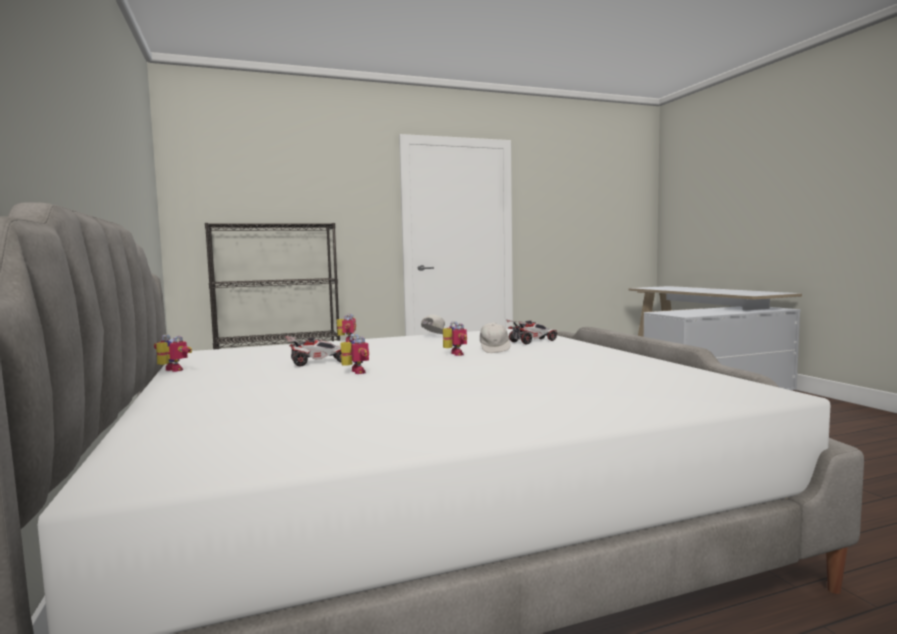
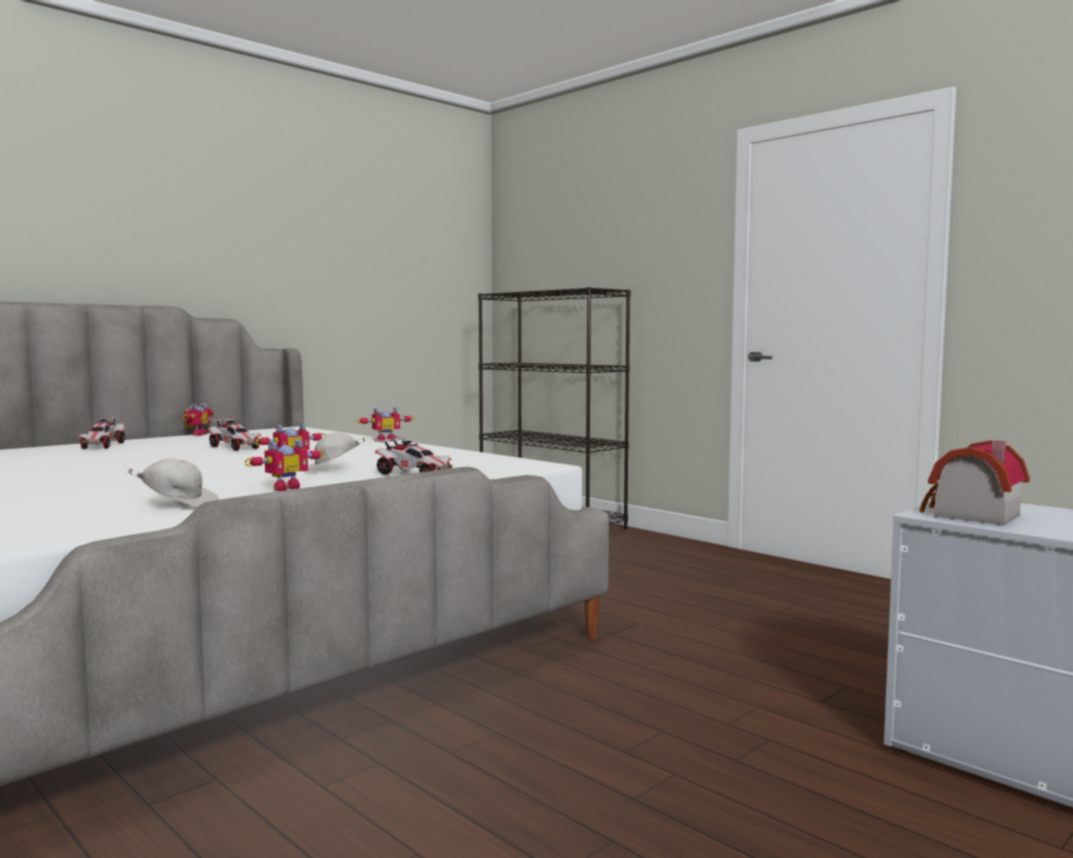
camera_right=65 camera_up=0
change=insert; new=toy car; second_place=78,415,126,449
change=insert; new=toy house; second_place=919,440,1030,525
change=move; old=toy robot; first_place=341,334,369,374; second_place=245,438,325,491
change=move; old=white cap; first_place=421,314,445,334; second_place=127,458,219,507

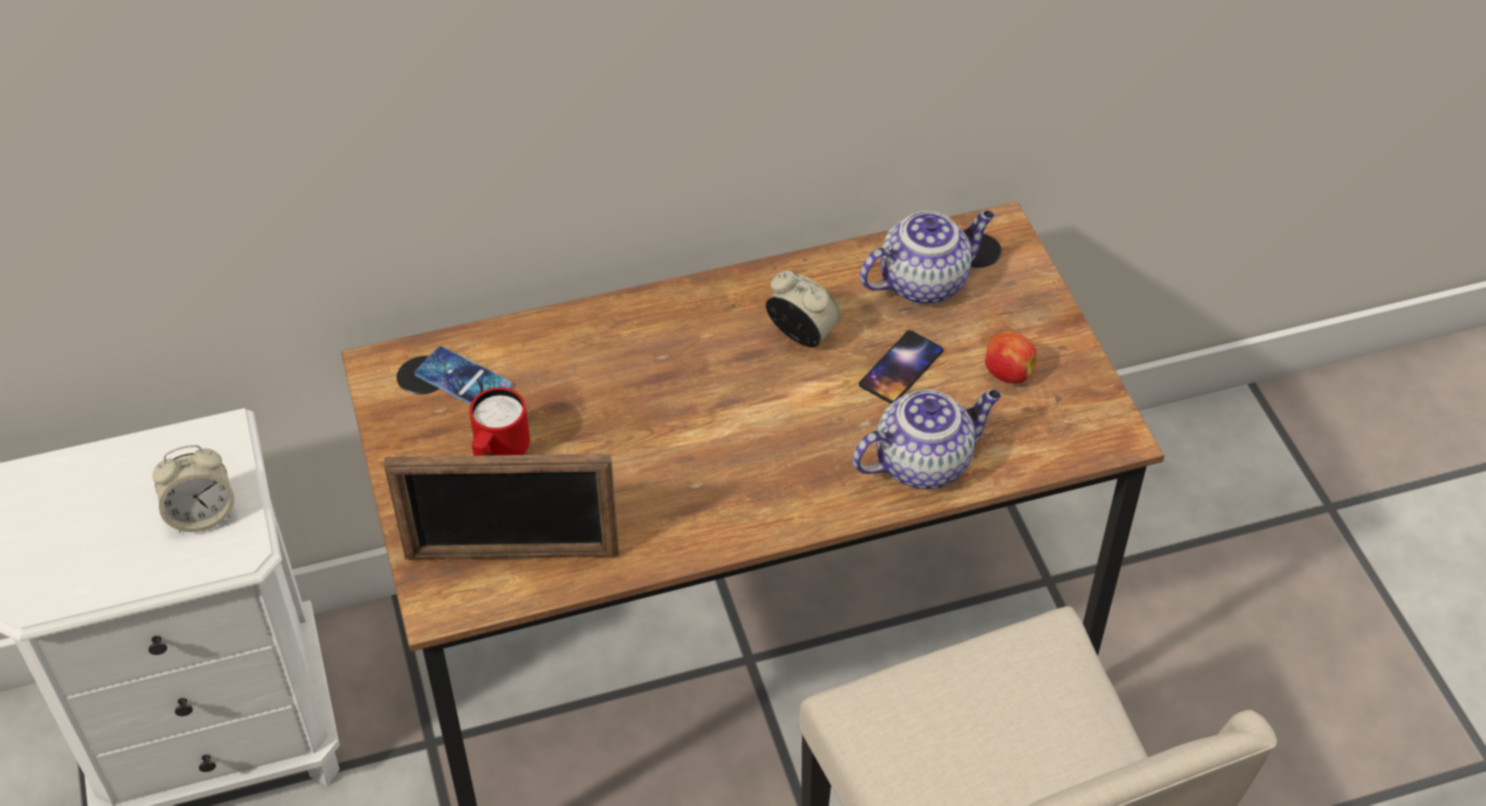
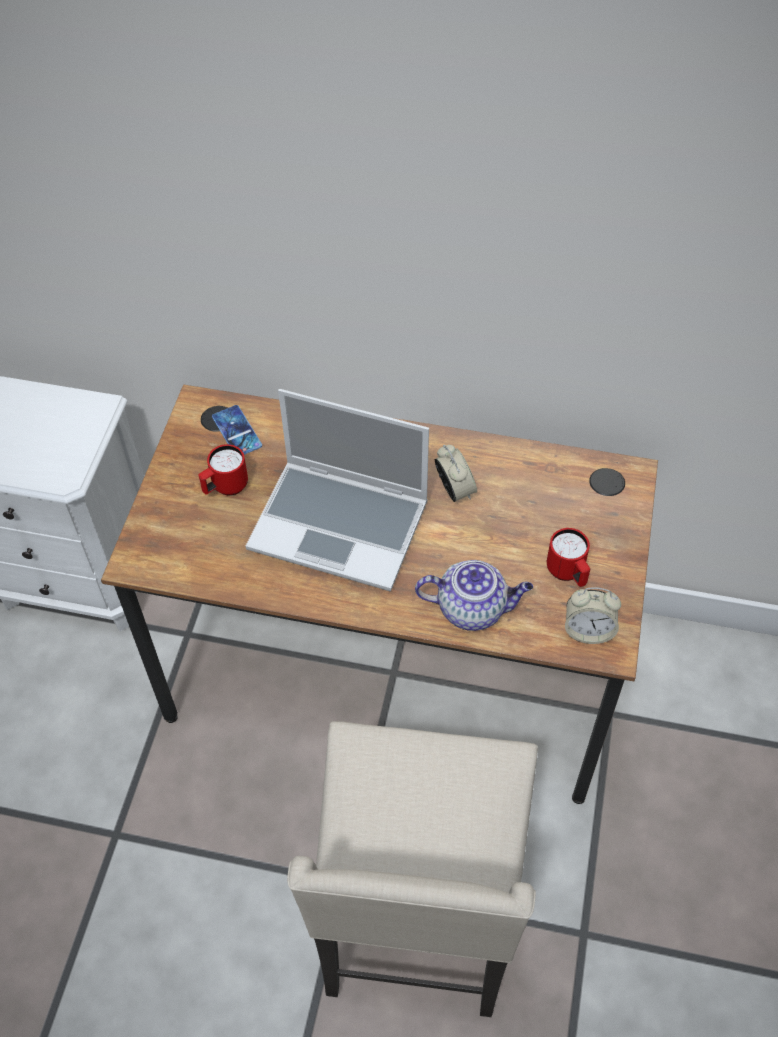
camera_right=30 camera_up=5
change=delete; old=picture frame; first_place=384,454,619,560
change=delete; old=phone; first_place=859,330,943,404
change=delete; old=teapot; first_place=860,211,994,305
change=insert; new=laptop; second_place=246,389,429,591
change=move; old=alarm clock; first_place=152,445,234,533; second_place=565,587,621,644
change=replace; old=apple; new=red mug; first_place=985,331,1037,384; second_place=547,528,590,587

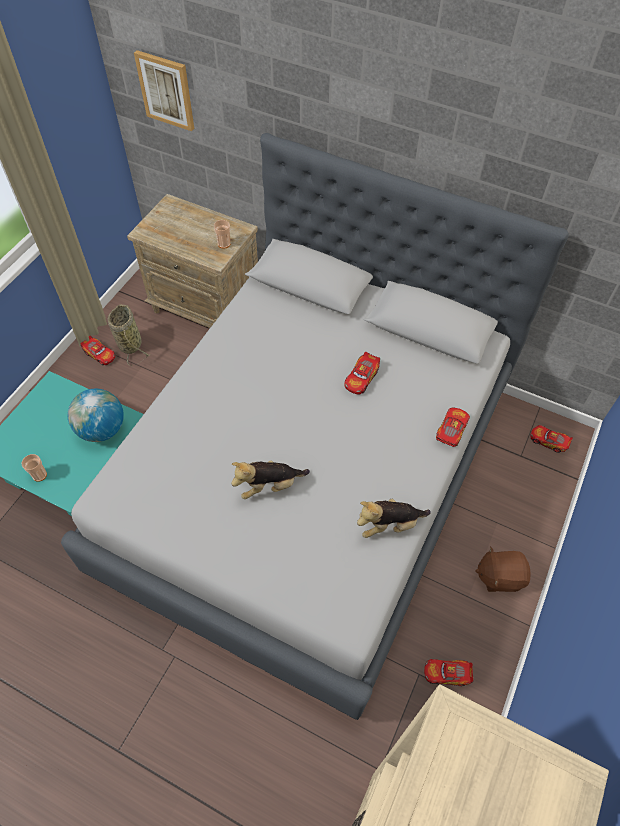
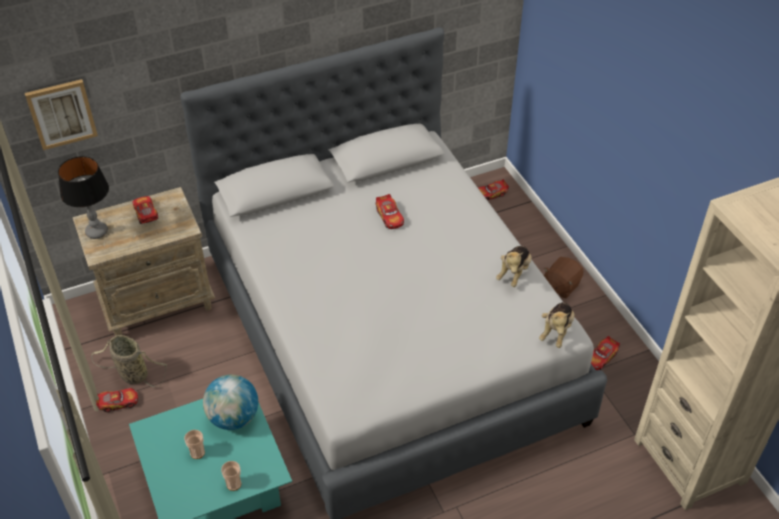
camera_right=-50 camera_up=-10
change=insert; new=table lamp; second_place=58,156,109,239
change=move; old=cup; first_place=214,220,230,249; second_place=184,430,205,459
change=move; old=plush toy; first_place=231,460,310,499; second_place=539,302,574,348
change=move; old=toy car; first_place=436,408,470,447; second_place=132,196,158,224

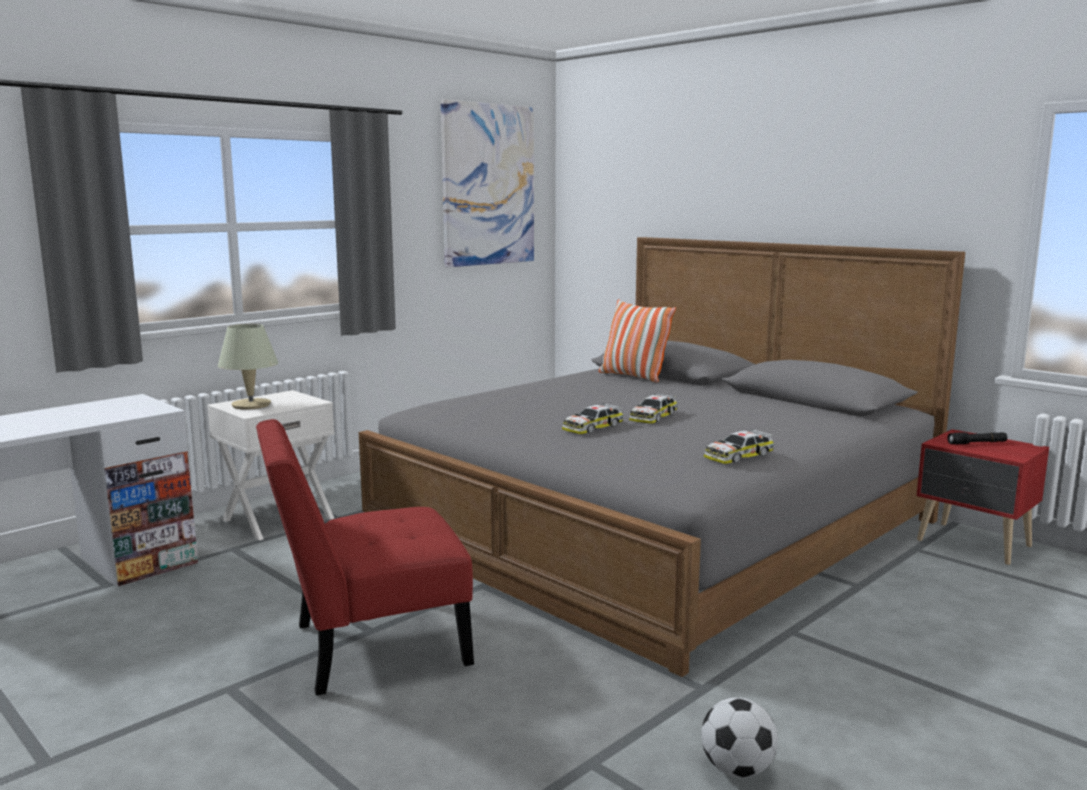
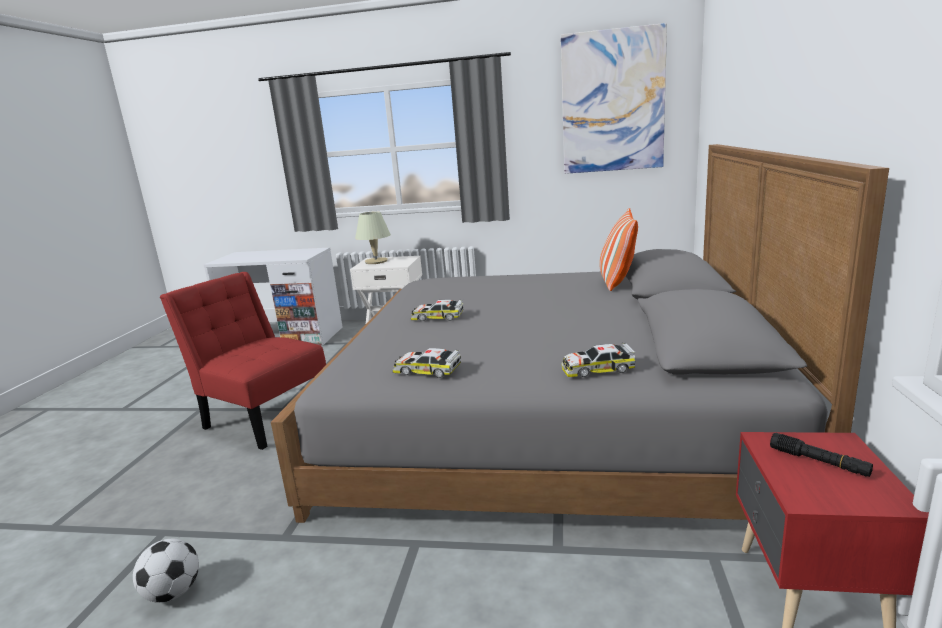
camera_right=55 camera_up=5
change=move; old=toy car; first_place=629,394,677,424; second_place=561,343,636,377

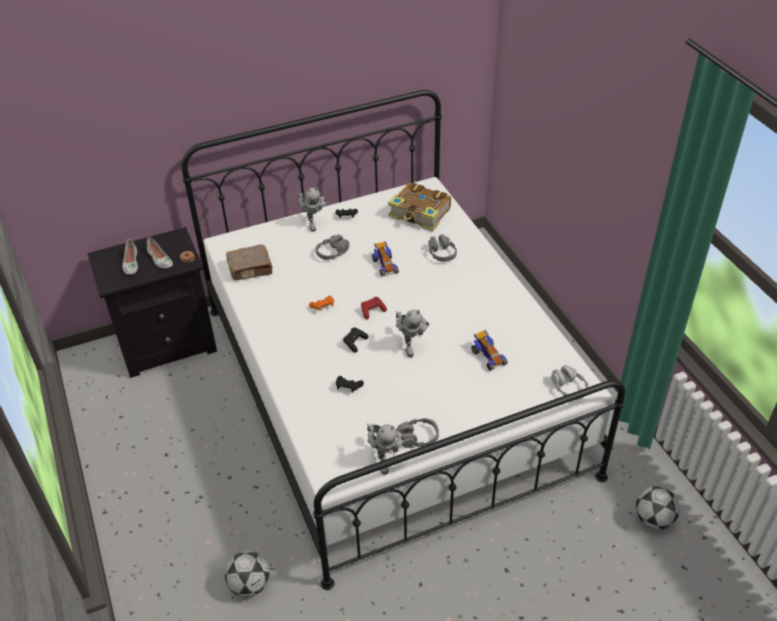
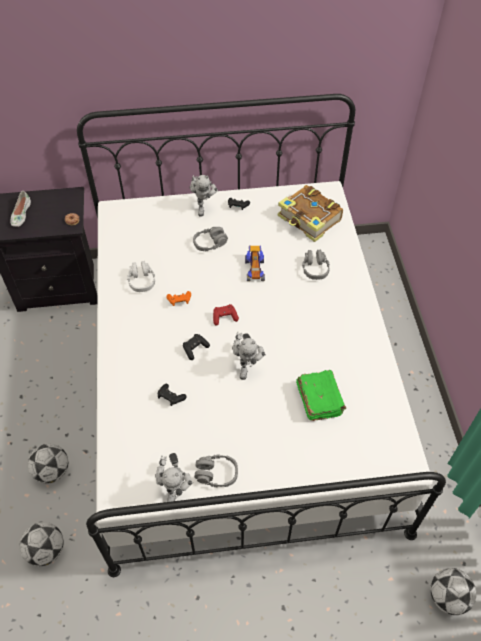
camera_right=15 camera_up=10
change=delete; old=white shoe; first_place=147,237,173,269
change=delete; old=brown book; first_place=226,244,273,280
change=insert; new=football; second_place=28,444,68,484
change=move; old=grey headphones; first_place=551,365,589,400; second_place=127,261,155,292
change=replace; old=toy car; new=green book; first_place=471,330,508,371; second_place=296,370,346,421

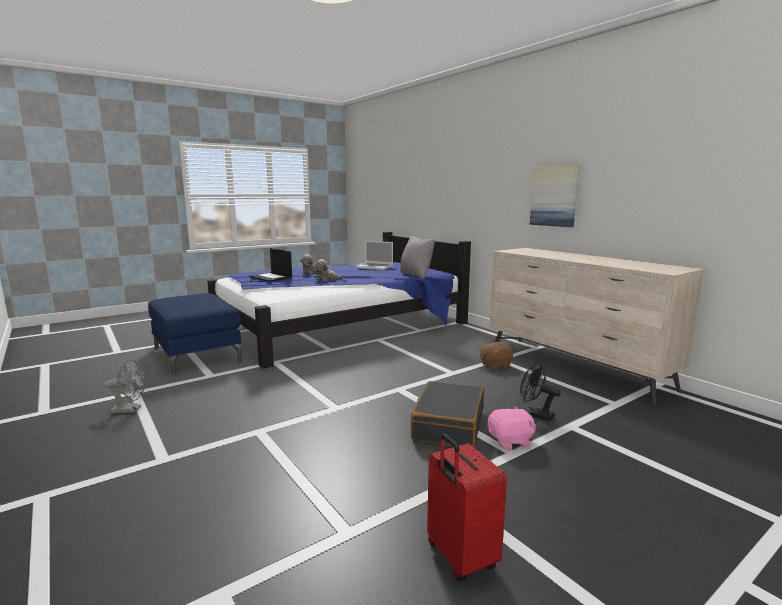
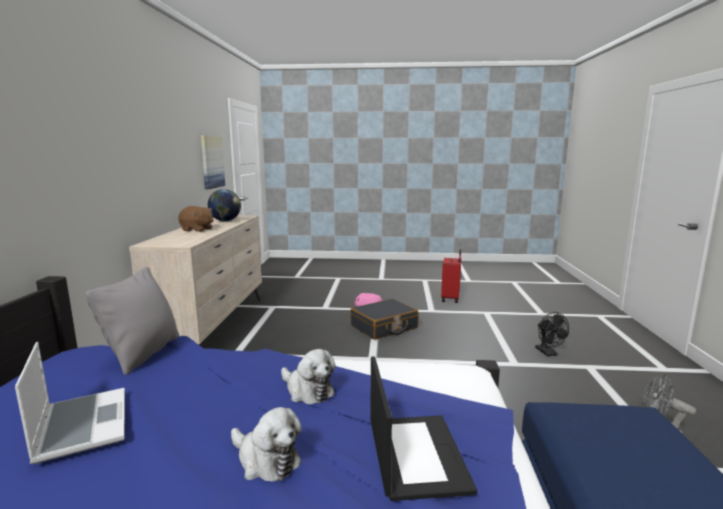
camera_right=-140 camera_up=0
change=insert; new=globe; second_place=208,189,241,221
change=move; old=brown plush toy; first_place=480,342,513,369; second_place=178,206,214,232
change=move; old=black fan; first_place=520,363,561,421; second_place=535,312,569,356
change=move; old=picture; first_place=530,165,579,227; second_place=200,135,225,189

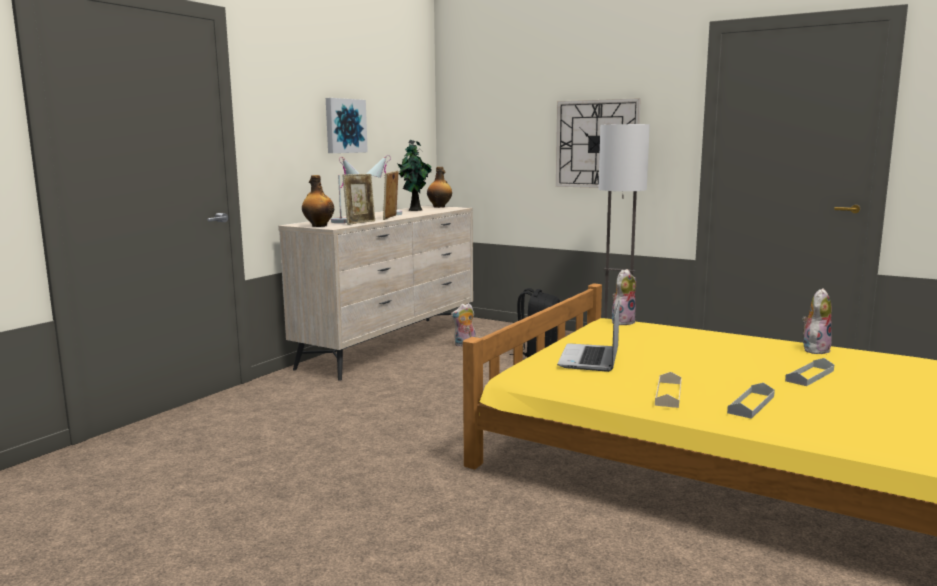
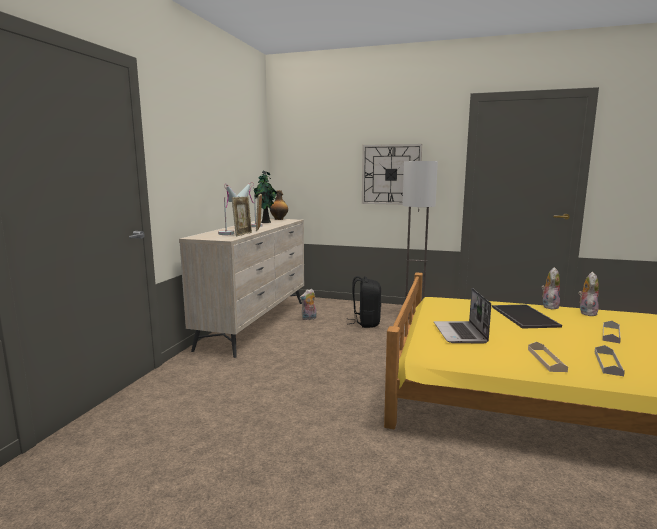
camera_right=-15 camera_up=0
change=delete; old=bottle; first_place=302,175,334,227
change=delete; old=picture; first_place=326,98,368,153
change=insert; new=tray; second_place=492,304,562,329
change=move; old=plush toy; first_place=612,269,636,325; second_place=541,267,560,309

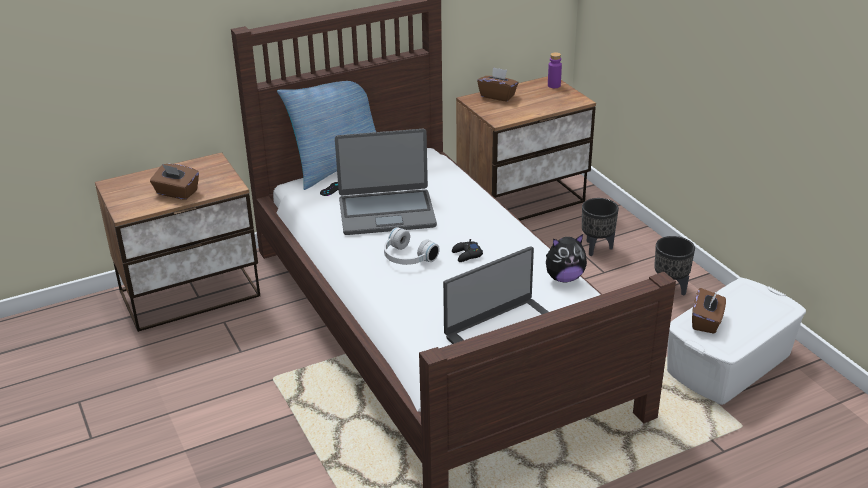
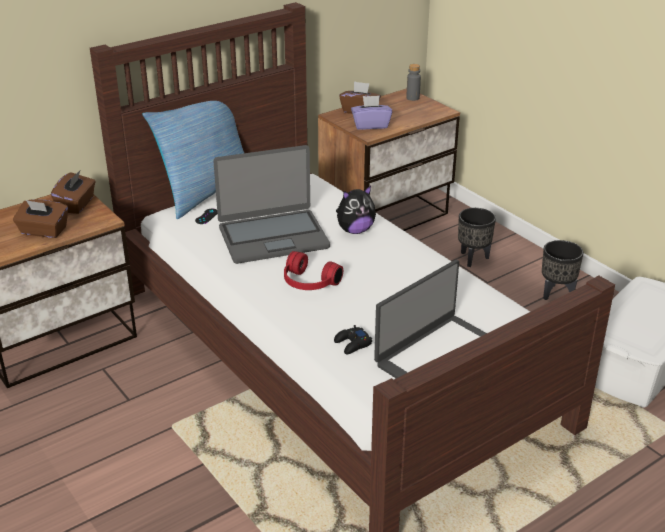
camera_right=-10 camera_up=0
change=insert; new=purple tissue box; second_place=351,96,392,130
change=move; old=black game controller; first_place=452,239,483,262; second_place=334,325,372,354
change=move; old=plush toy; first_place=546,234,587,283; second_place=336,186,376,234
change=move; old=brown tissue box; first_place=692,288,726,334; second_place=51,171,96,214
change=recolor; old=white headphones; new=red headphones; first_place=384,227,440,265; second_place=284,251,343,290
change=recolor; old=purple bottle; new=grey bottle; first_place=548,52,562,88; second_place=406,64,421,101

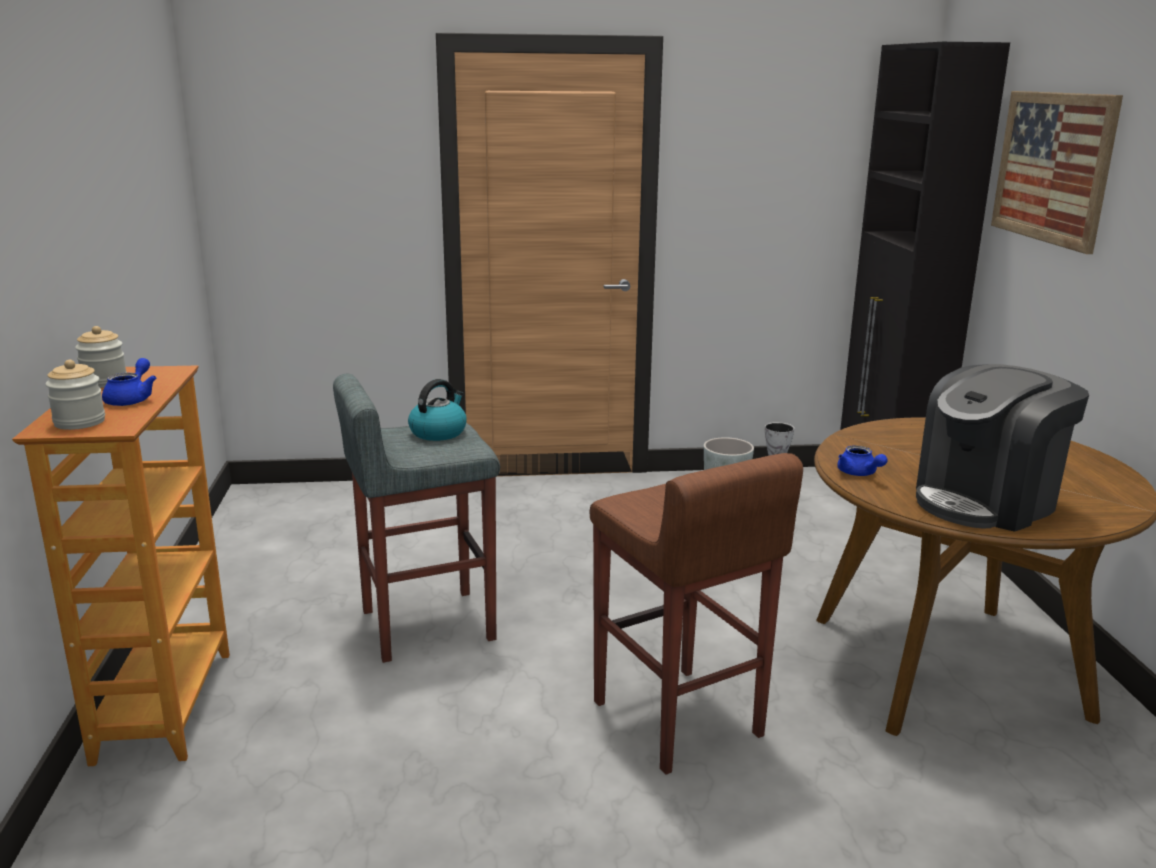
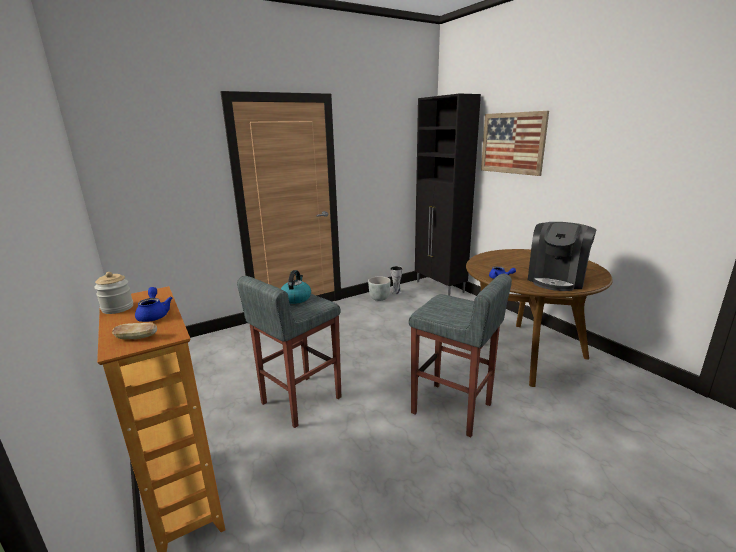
camera_right=-25 camera_up=0
change=replace; old=jar; new=bread; first_place=45,360,105,430; second_place=112,323,157,339
change=recolor; old=brown stool; new=grey stool; first_place=590,453,803,775; second_place=409,274,512,437

